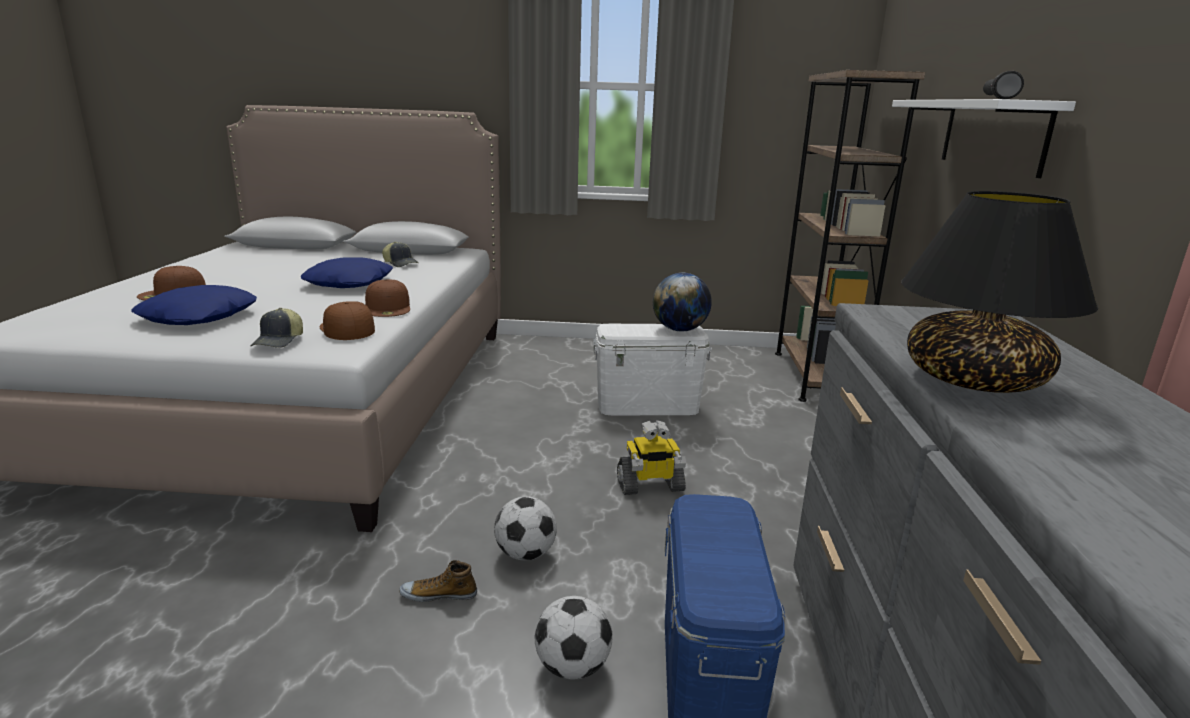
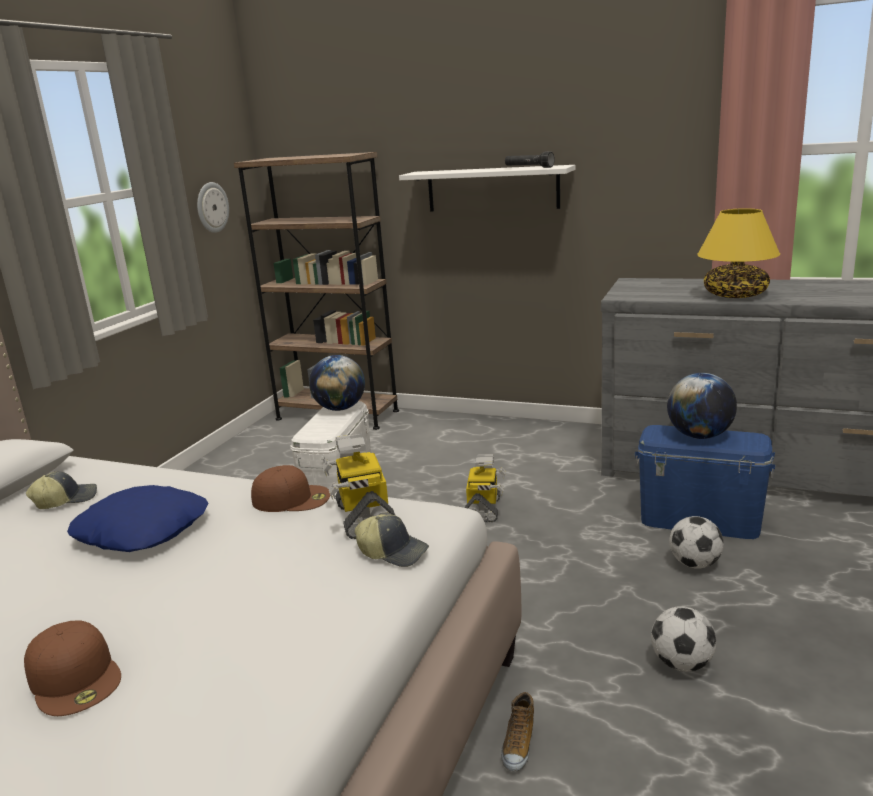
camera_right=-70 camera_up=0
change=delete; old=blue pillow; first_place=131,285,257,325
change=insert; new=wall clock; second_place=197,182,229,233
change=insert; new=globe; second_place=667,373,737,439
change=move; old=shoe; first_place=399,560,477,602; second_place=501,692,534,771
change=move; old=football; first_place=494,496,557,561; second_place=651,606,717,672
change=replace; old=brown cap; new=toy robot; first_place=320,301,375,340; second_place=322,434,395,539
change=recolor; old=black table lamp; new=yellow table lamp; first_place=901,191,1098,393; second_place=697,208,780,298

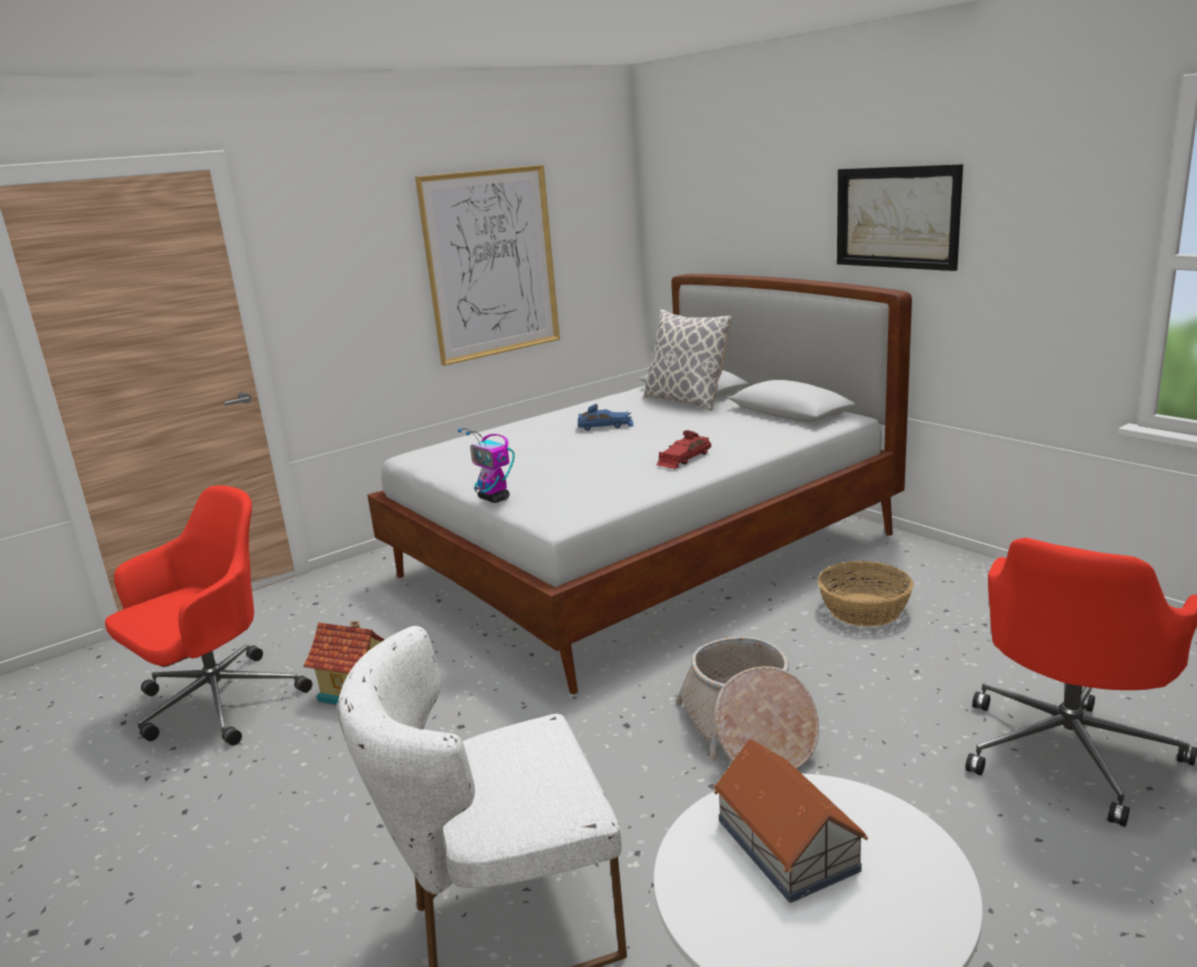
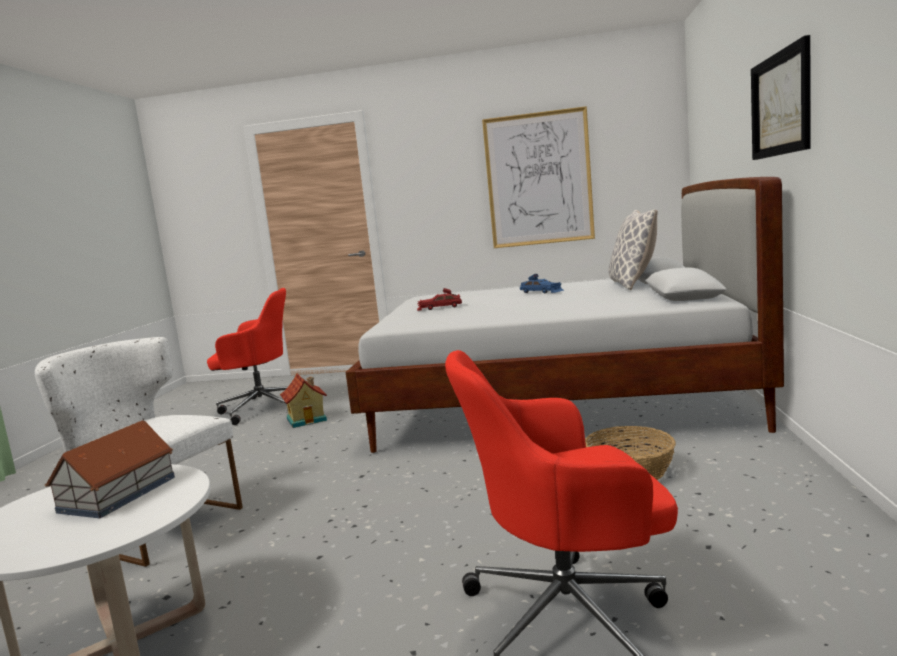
camera_right=45 camera_up=-10
change=delete; old=toy robot; first_place=458,428,515,503
change=delete; old=basket; first_place=676,637,819,769
change=move; old=red toy car; first_place=657,430,711,469; second_place=417,288,462,311

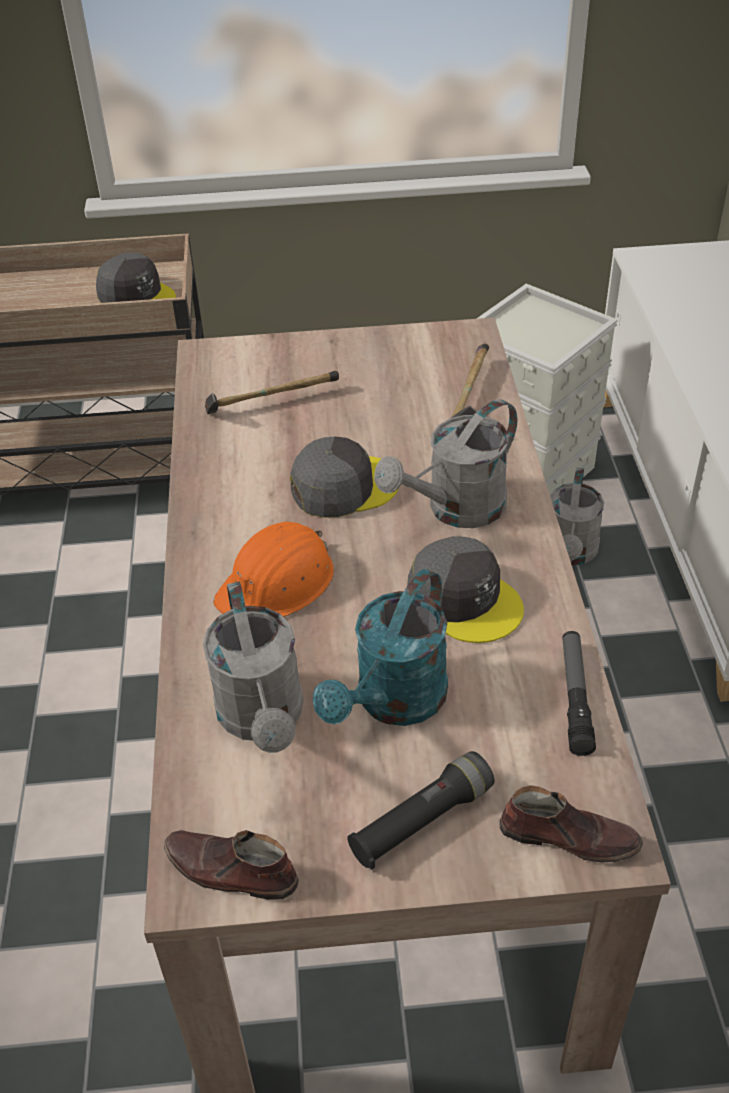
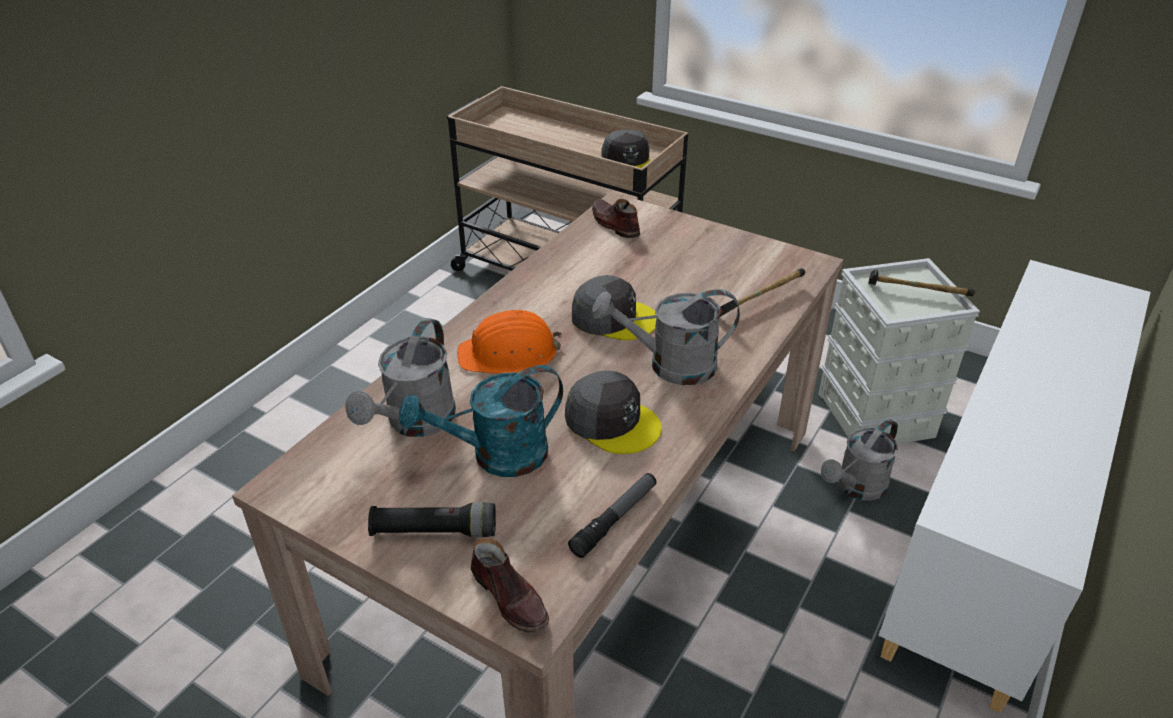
camera_right=35 camera_up=-5
change=move; old=brown shoe; first_place=164,830,299,900; second_place=592,199,640,238
change=move; old=hammer; first_place=205,371,339,414; second_place=868,269,975,297
change=rotate; old=grey cap; first_place=407,536,524,643; second_place=565,371,662,454; degrees=-45

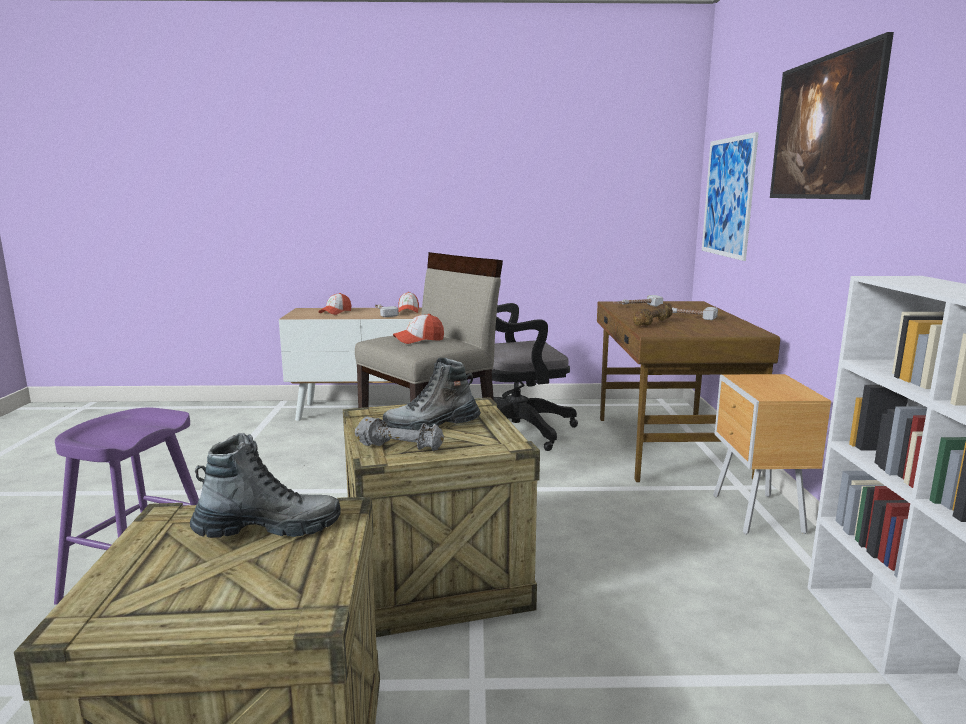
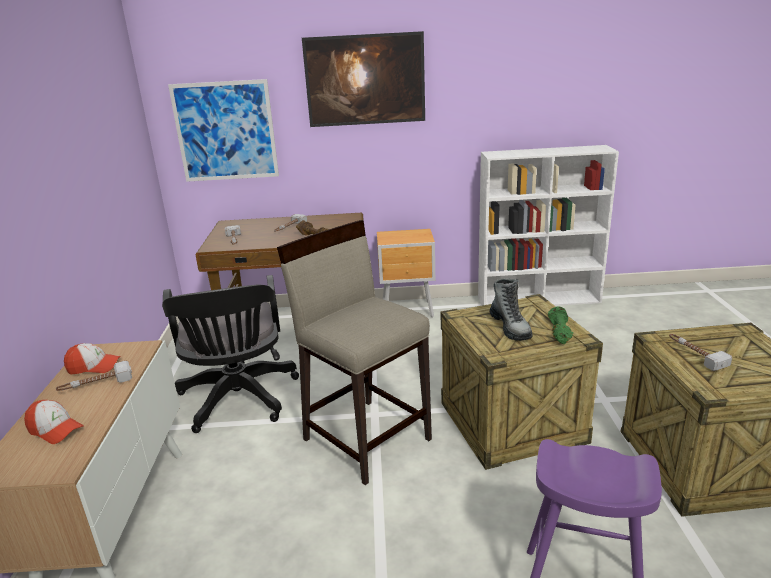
camera_right=-90 camera_up=10
change=delete; old=cap; first_place=393,314,444,344
change=replace; old=boot; new=hammer; first_place=190,433,341,538; second_place=669,334,732,371
change=recolor; old=grey dumbbell; new=green dumbbell; first_place=355,417,444,451; second_place=548,306,573,344

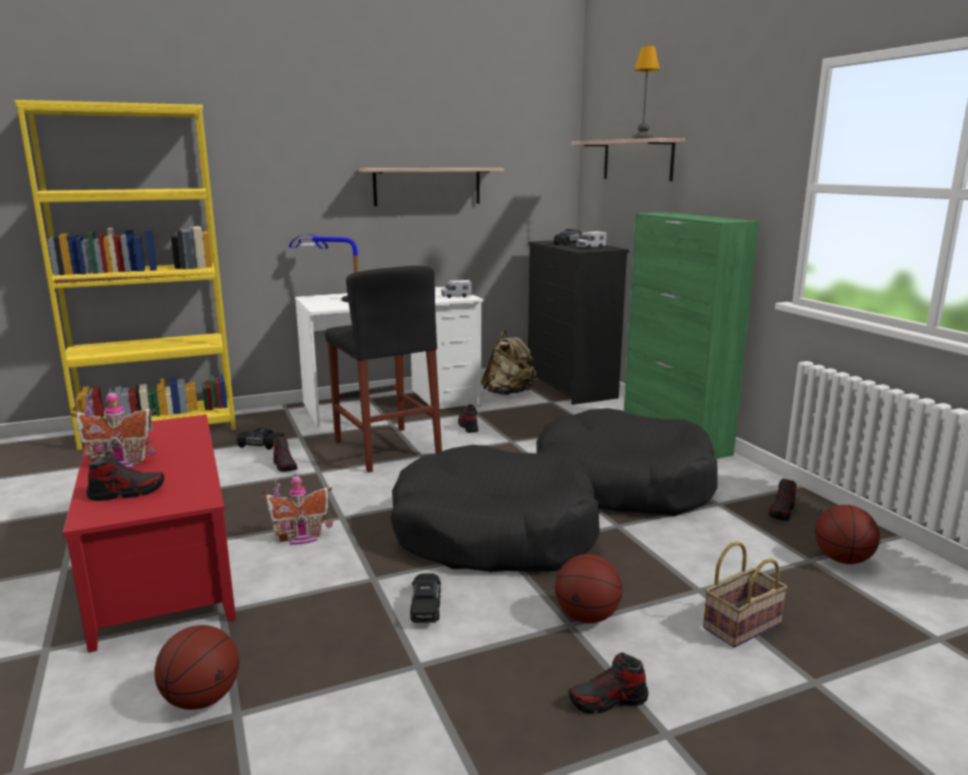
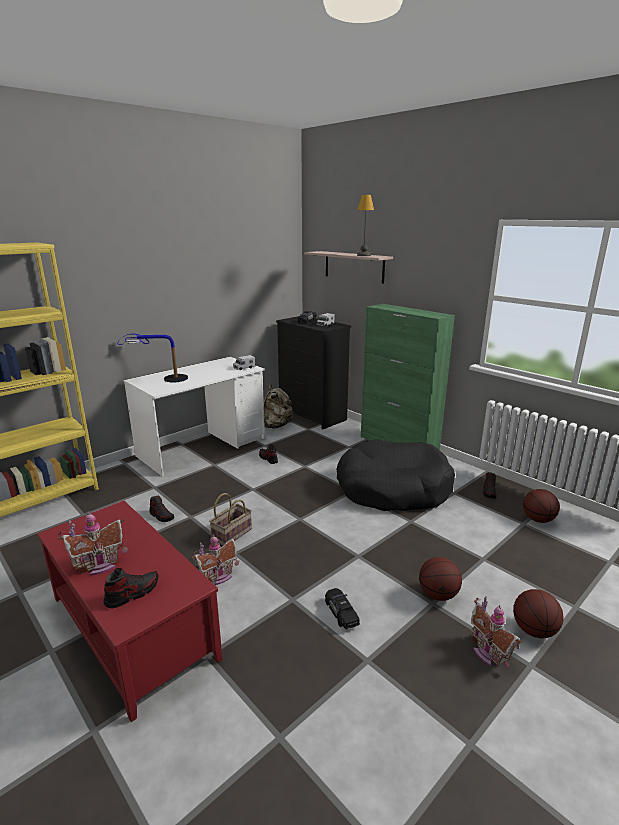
camera_right=-20 camera_up=5
change=delete; old=black toy car; first_place=236,428,284,450
change=delete; old=black stool; first_place=325,266,442,473
change=delete; old=shelf; first_place=359,168,504,206
change=delete; old=black dog bed; first_place=390,445,600,572
change=move; old=basketball; first_place=154,625,239,710; second_place=513,589,564,638
change=move; old=basket; first_place=703,542,788,648; second_place=209,493,252,545
change=replace; old=shoe; new=toy house; first_place=569,652,649,714; second_place=471,596,522,668

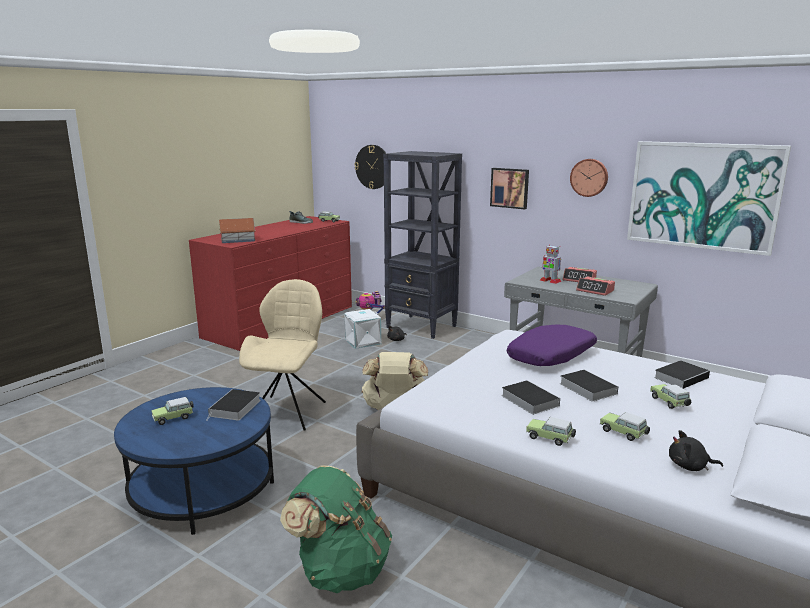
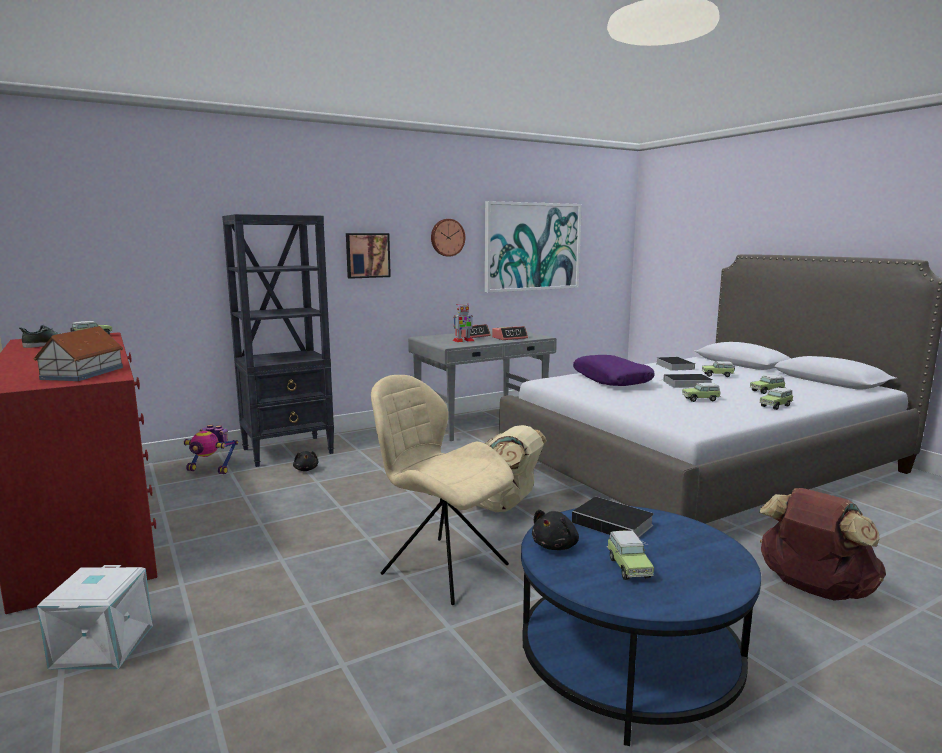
camera_right=-65 camera_up=-5
change=delete; old=wall clock; first_place=354,145,386,189
change=move; old=white storage box; first_place=344,309,381,349; second_place=37,565,153,669
change=move; old=black plush toy; first_place=669,430,723,471; second_place=532,510,579,550
change=replace; old=book; new=toy car; first_place=501,380,560,415; second_place=682,383,721,402
change=recolor; old=green backpack; new=brown backpack; first_place=280,465,392,593; second_place=759,488,886,601

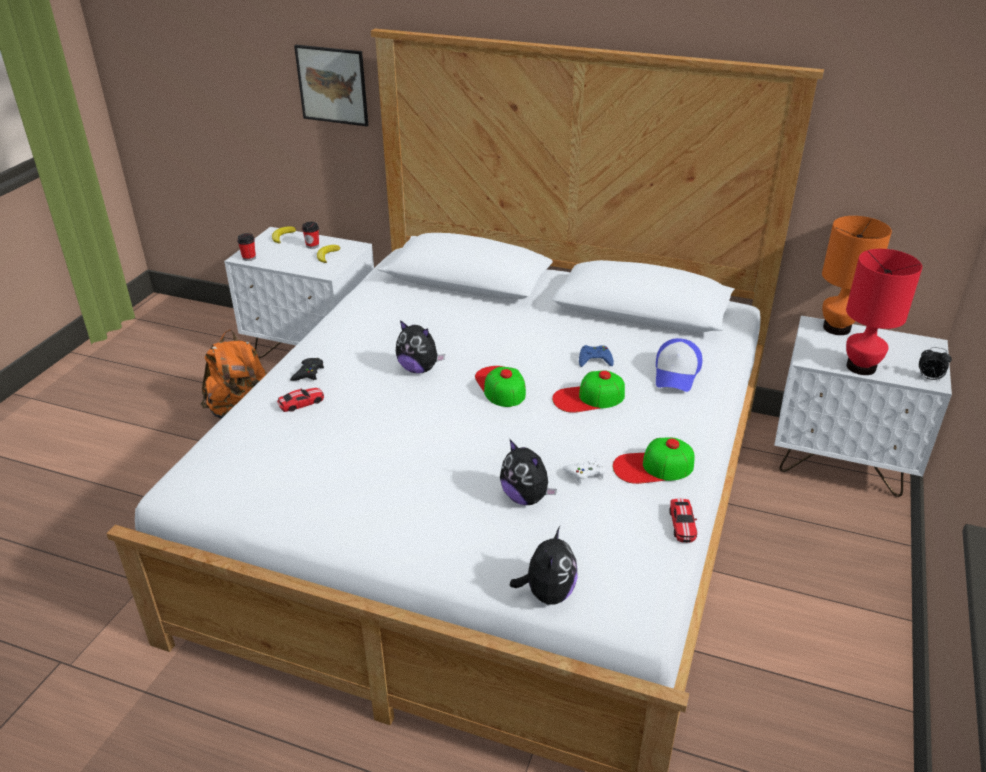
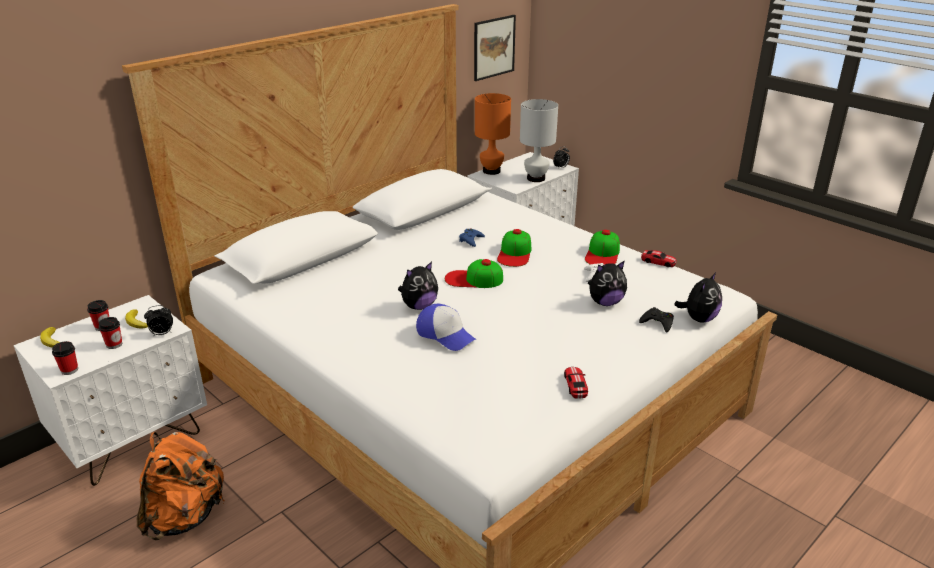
camera_right=-65 camera_up=-5
change=insert; new=cup; second_place=98,317,122,349
change=insert; new=alarm clock; second_place=144,305,173,335
change=move; old=toy car; first_place=277,388,324,412; second_place=564,367,588,399
change=move; old=black game controller; first_place=290,358,324,381; second_place=639,307,674,333
change=move; old=picture; first_place=294,45,368,126; second_place=474,15,516,81
change=move; old=cap; first_place=656,338,703,392; second_place=416,304,476,351
change=recolor; old=red table lamp; new=white table lamp; first_place=846,249,922,375; second_place=520,99,558,182
change=rotate; old=plush toy; first_place=509,526,577,605; second_place=674,271,722,323; degrees=90

